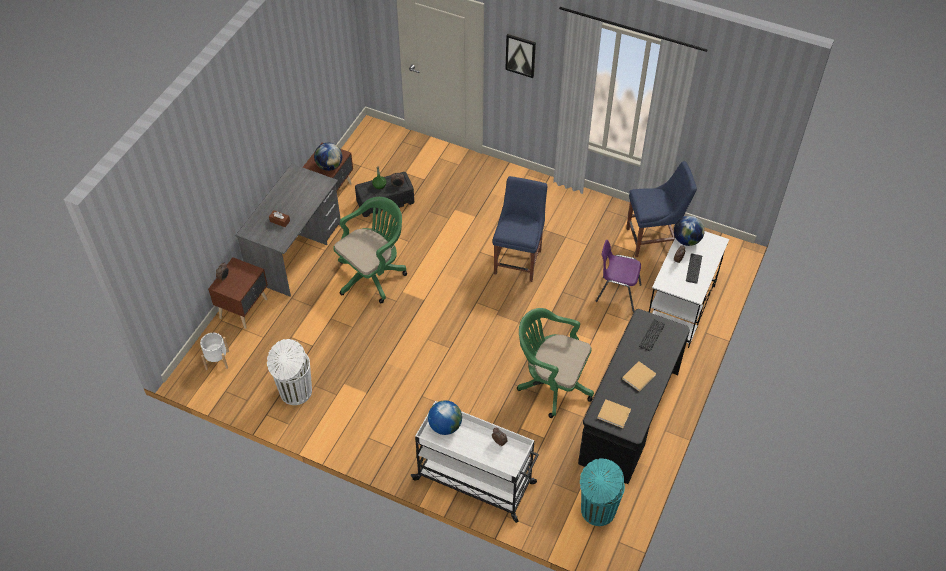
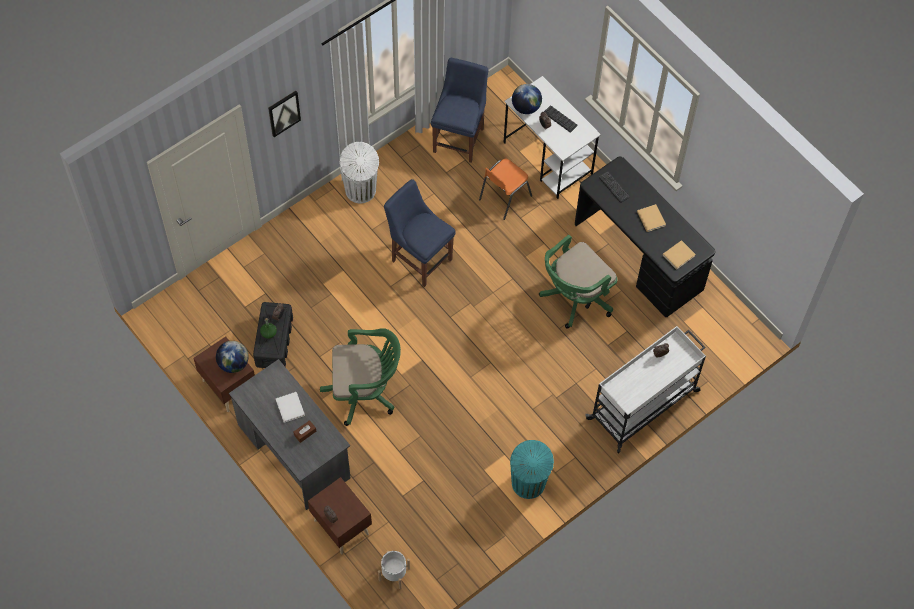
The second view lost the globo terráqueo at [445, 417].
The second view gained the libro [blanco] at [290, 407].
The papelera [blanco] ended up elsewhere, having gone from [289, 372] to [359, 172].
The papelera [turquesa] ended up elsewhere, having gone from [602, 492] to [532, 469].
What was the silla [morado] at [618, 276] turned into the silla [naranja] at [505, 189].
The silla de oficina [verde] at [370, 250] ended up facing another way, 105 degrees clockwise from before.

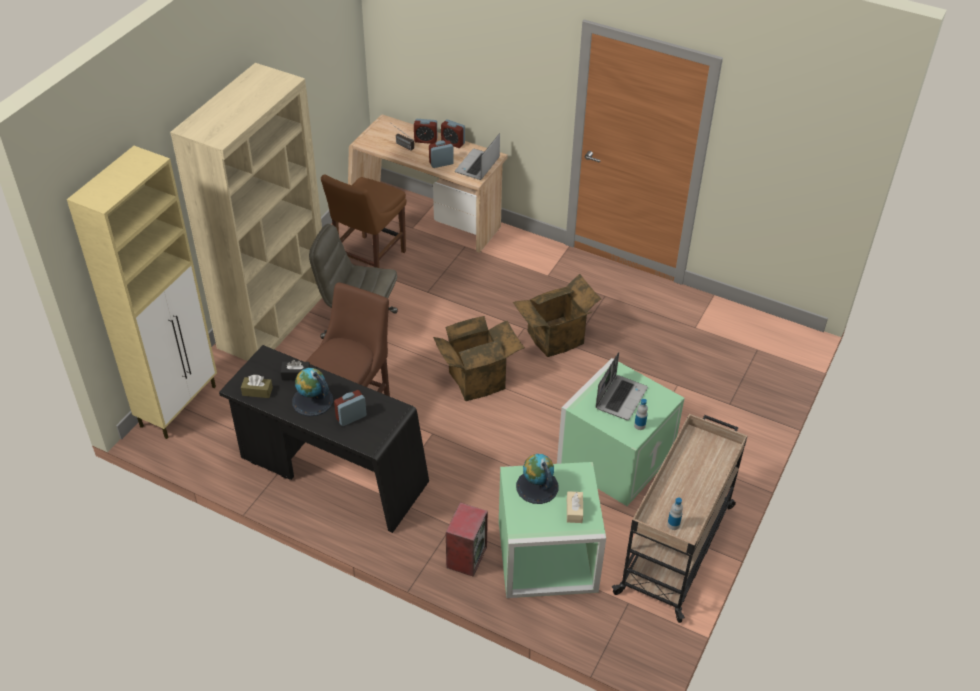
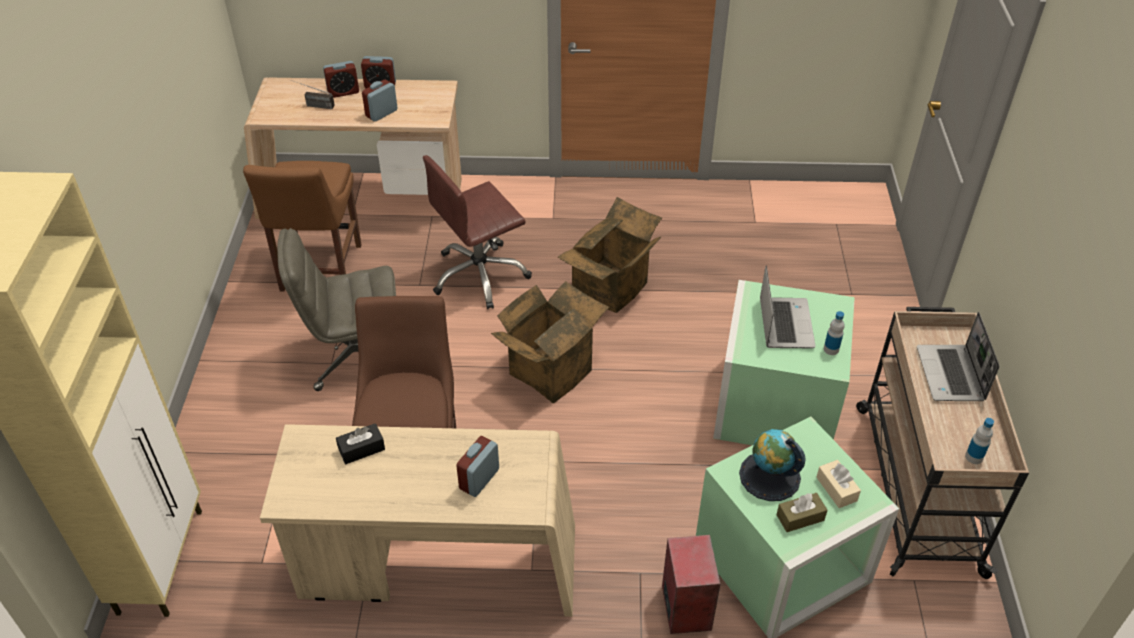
The second view lost the estantería [beis] at [246, 212].
The second view lost the globo terráqueo at [312, 392].
The second view gained the silla de oficina [marrón] at [477, 232].
The caja de pañuelos [marrón] ended up elsewhere, having gone from [257, 386] to [802, 512].
The portátil ended up elsewhere, having gone from [477, 156] to [958, 356].
What was the escritorio [negro] at [324, 439] turned into the escritorio [beis] at [417, 520].

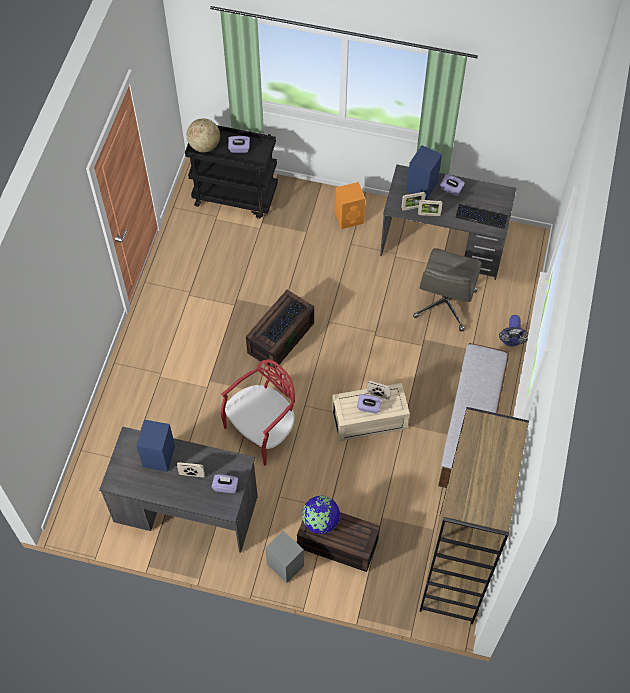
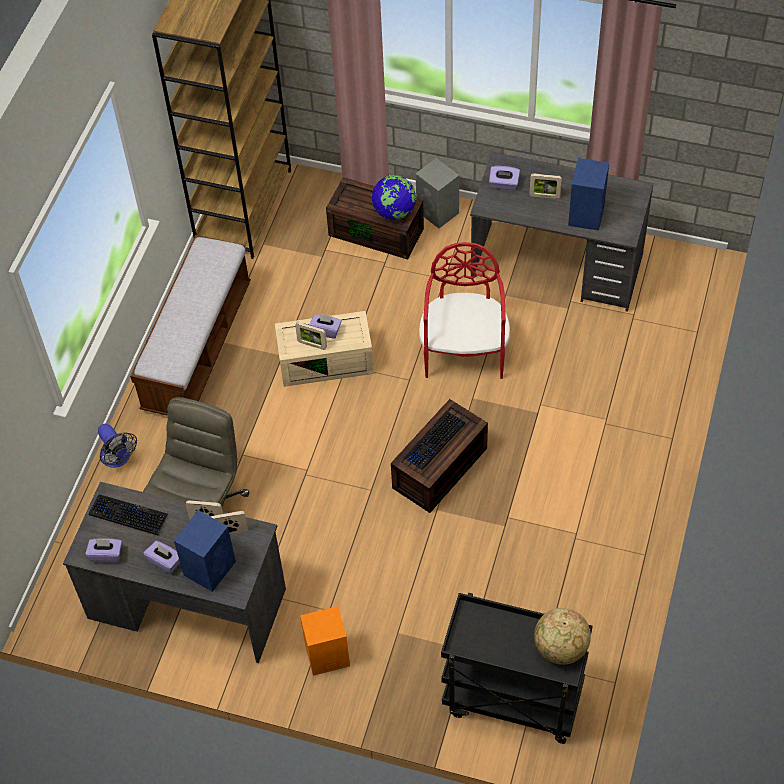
The caja de pañuelos [morado] ended up elsewhere, having gone from [239, 144] to [103, 550].
The silla [rojo] at [258, 412] ended up facing another way, 135 degrees clockwise from before.
The ventilador at [513, 331] ended up facing another way, 135 degrees clockwise from before.

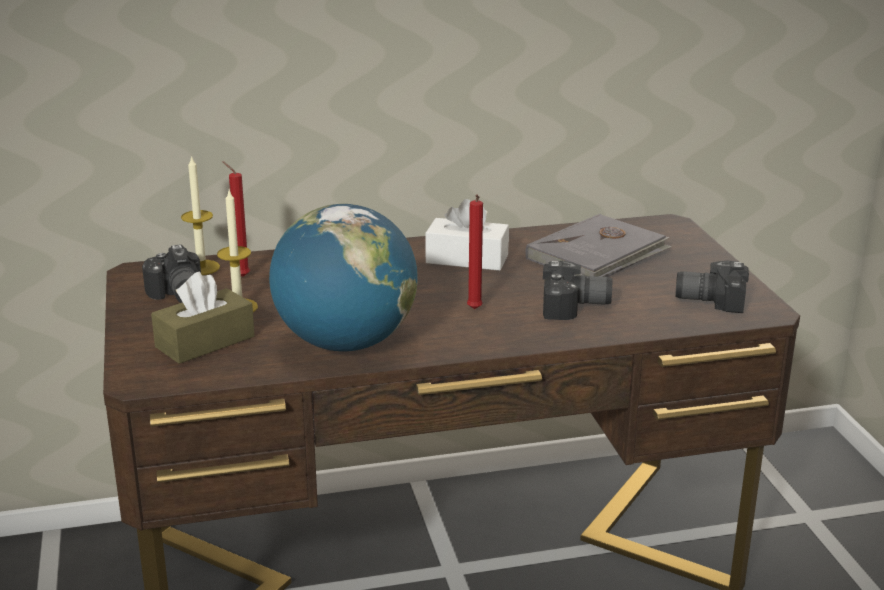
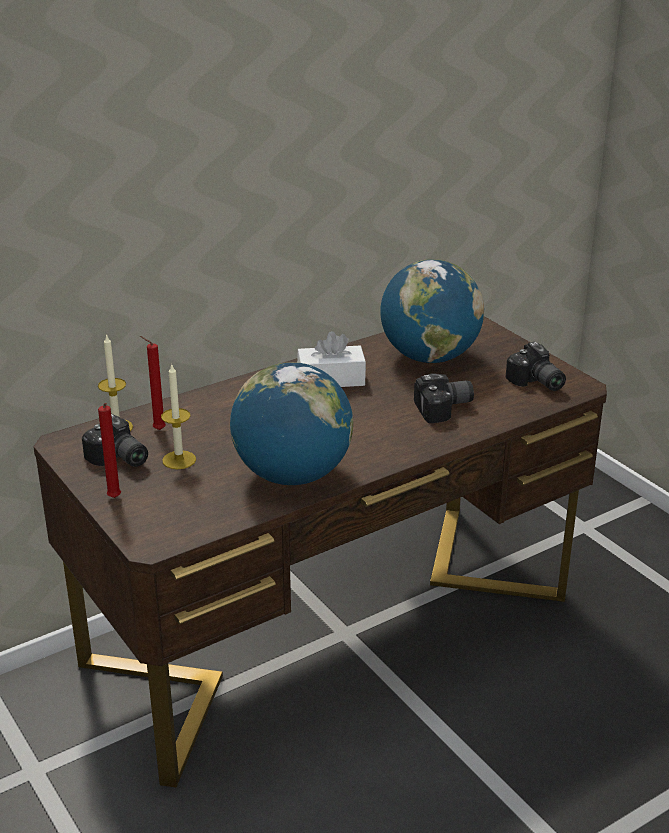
The second view lost the caja de pañuelos [marrón] at [203, 317].
The vela [rojo] ended up elsewhere, having gone from [475, 251] to [109, 450].
Where the libro [gris] stood at [598, 245], the globo terráqueo came to stand at [432, 311].
The cámara at [712, 286] ended up facing another way, 105 degrees counterclockwise from before.

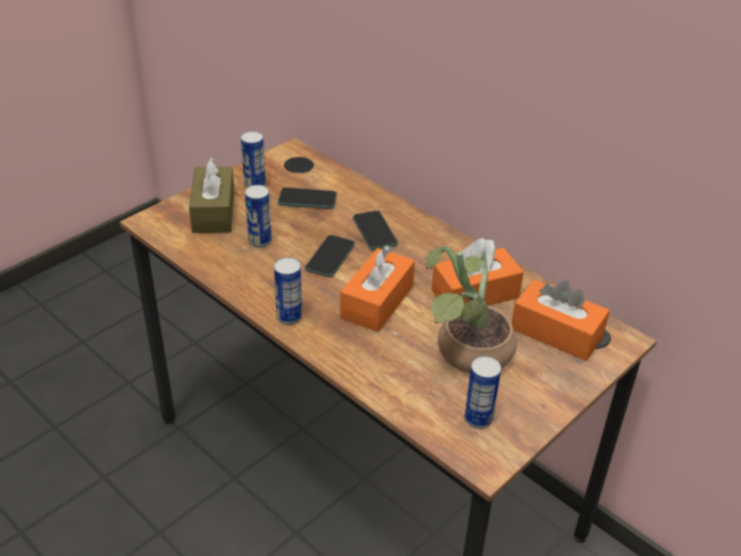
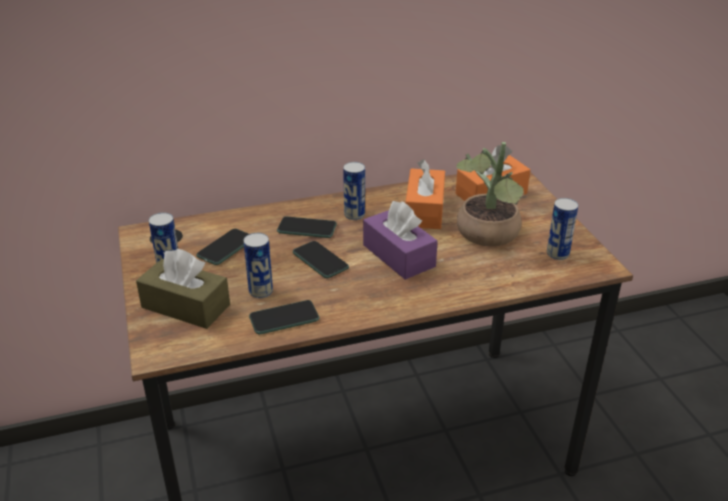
The second view gained the móvil at [284, 317].
The lata ended up elsewhere, having gone from [288, 291] to [354, 191].
What was the caja de pañuelos [naranja] at [377, 288] turned into the caja de pañuelos [morado] at [400, 240].

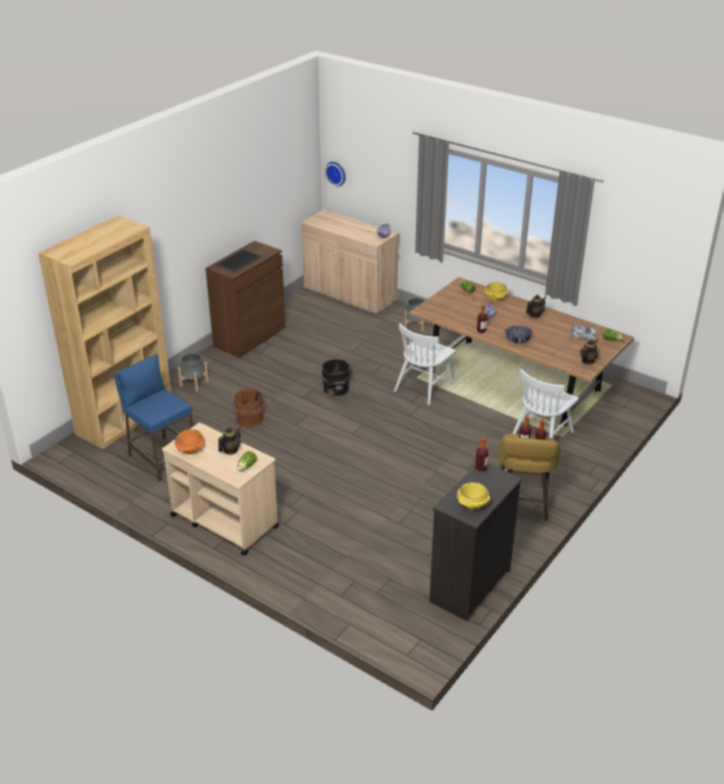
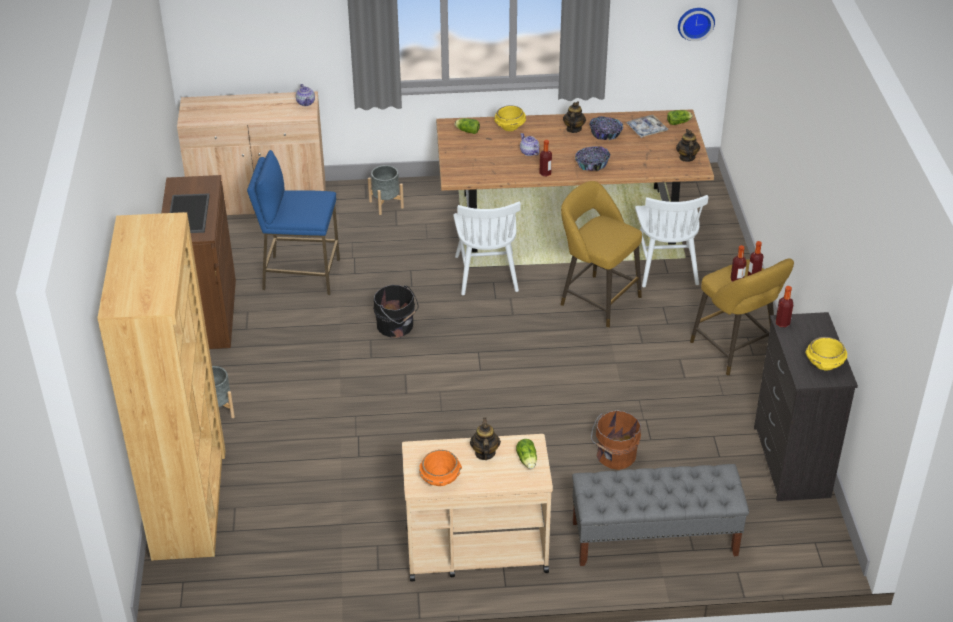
The second view gained the taburete [amarillo] at [601, 254].
The second view gained the banco [gris] at [660, 515].
The second view gained the cuenco at [606, 128].
The taburete [azul] ended up elsewhere, having gone from [153, 418] to [293, 222].
The cubo [marrón] ended up elsewhere, having gone from [249, 407] to [616, 440].
The reloj de pared ended up elsewhere, having gone from [335, 174] to [696, 24].

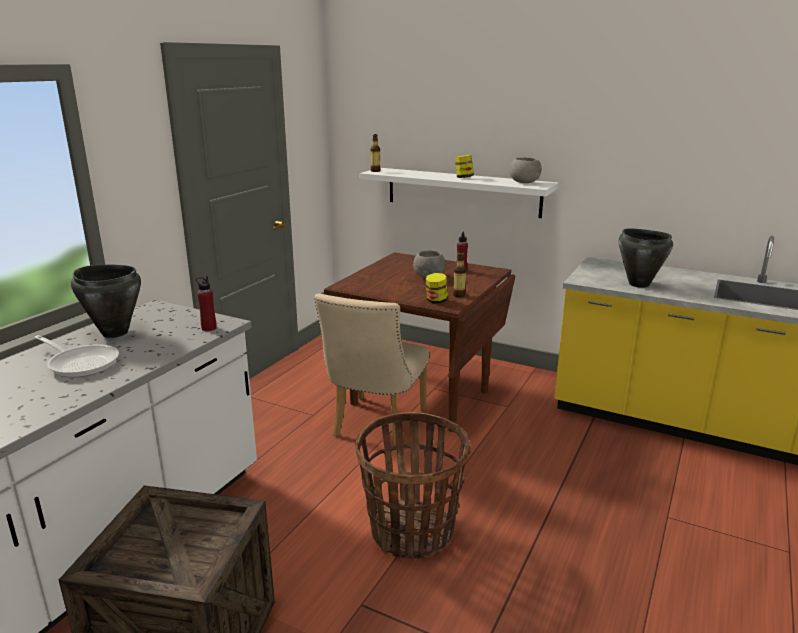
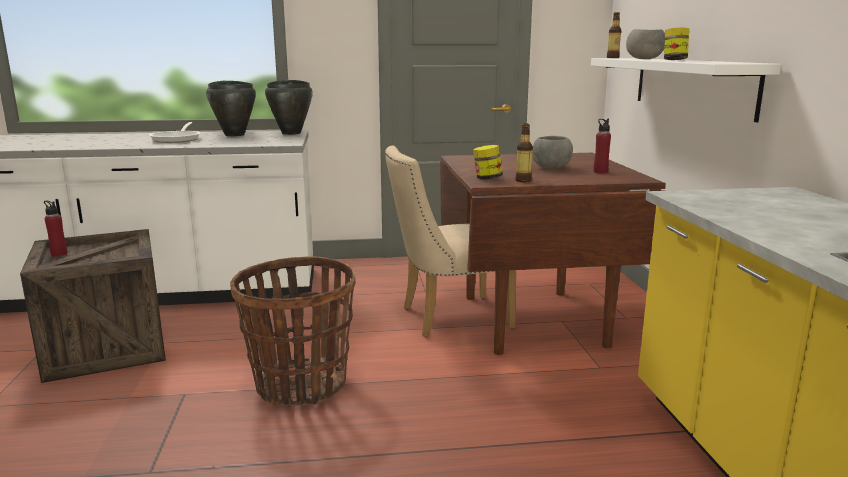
The botella [rojo] ended up elsewhere, having gone from [206, 303] to [56, 228].
The cuenco [gris] ended up elsewhere, having gone from [525, 170] to [645, 44].
The olla [negro] ended up elsewhere, having gone from [646, 258] to [289, 107].

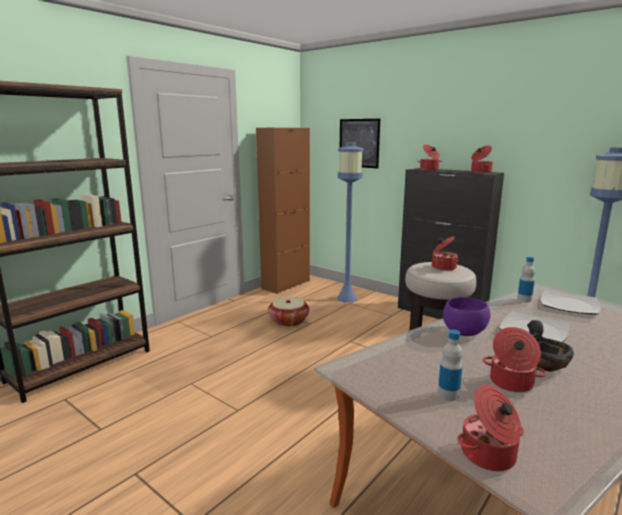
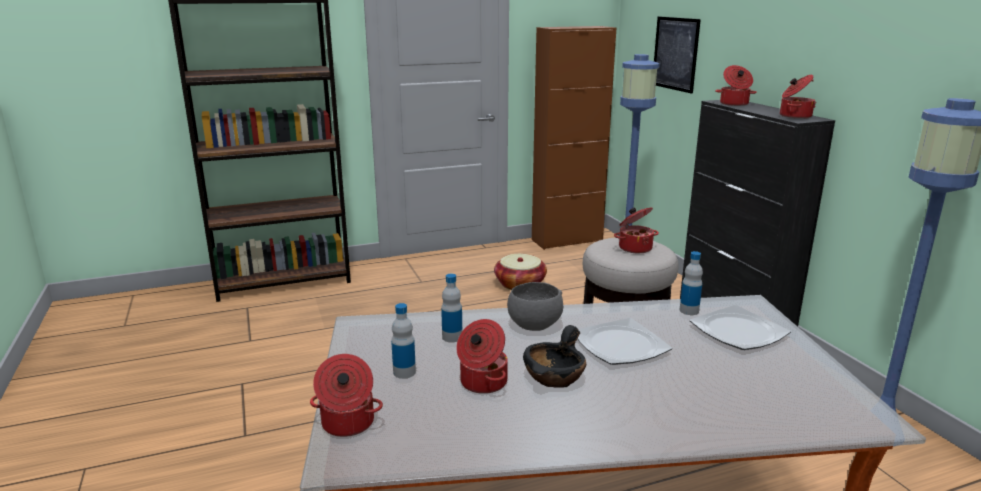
The second view gained the botella at [451, 307].
What was the cuenco [morado] at [466, 316] turned into the cuenco [gris] at [535, 306].

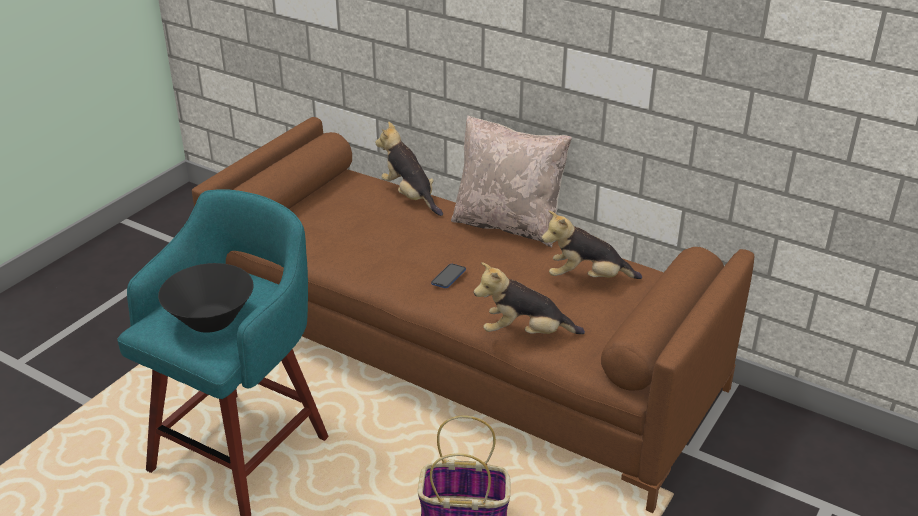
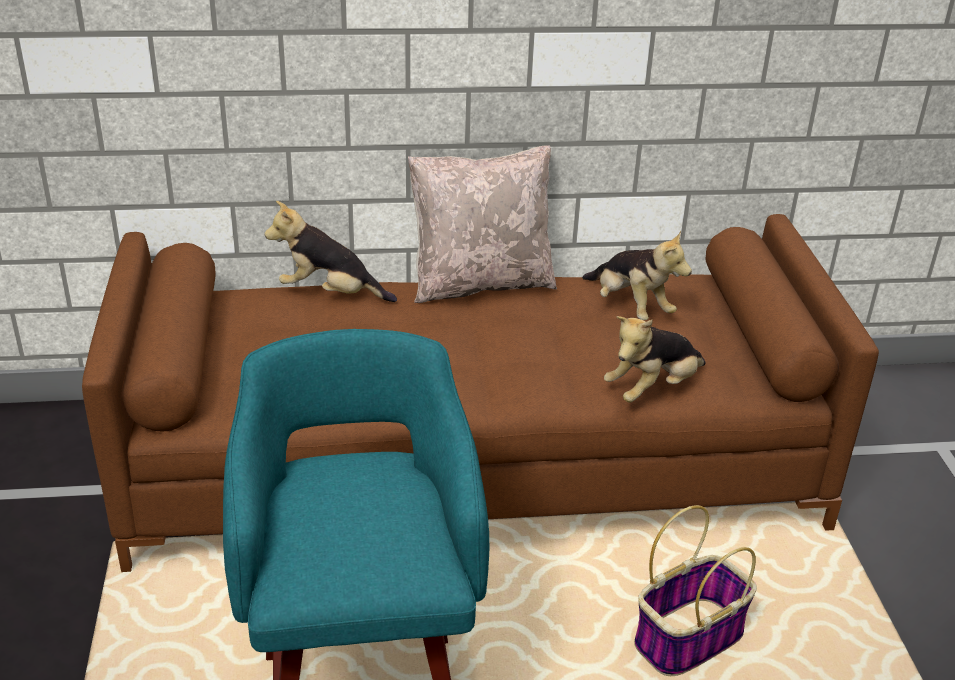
The second view lost the cuenco [negro] at [206, 298].
The second view lost the móvil at [448, 276].
The peluche at [591, 245] ended up facing another way, 90 degrees counterclockwise from before.

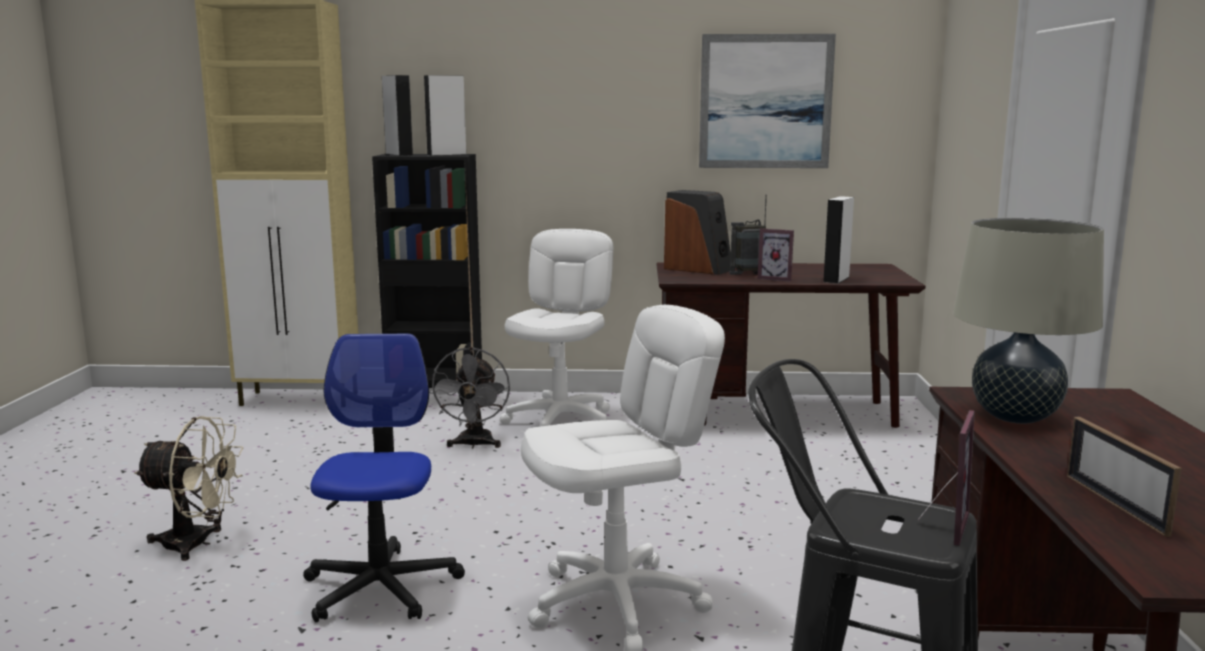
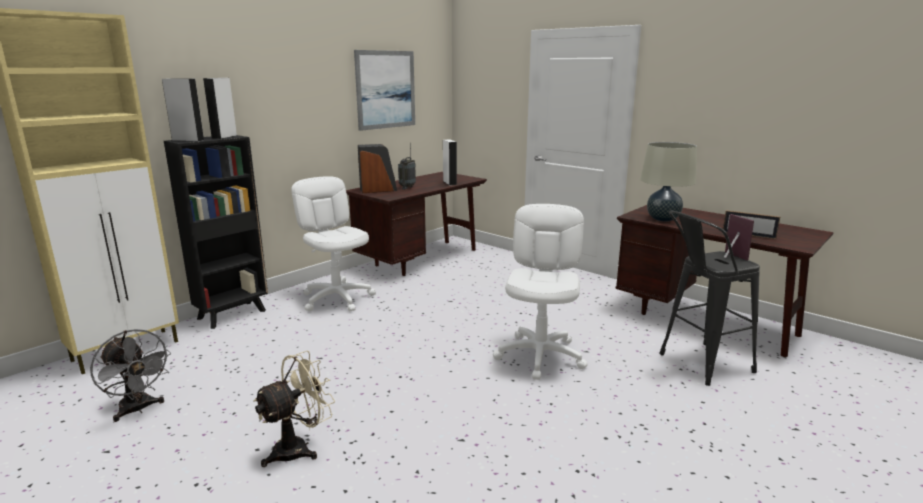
The second view lost the silla de oficina at [384, 478].
The second view lost the portarretratos at [775, 255].
The ventilador [gris] ended up elsewhere, having gone from [469, 398] to [130, 375].

